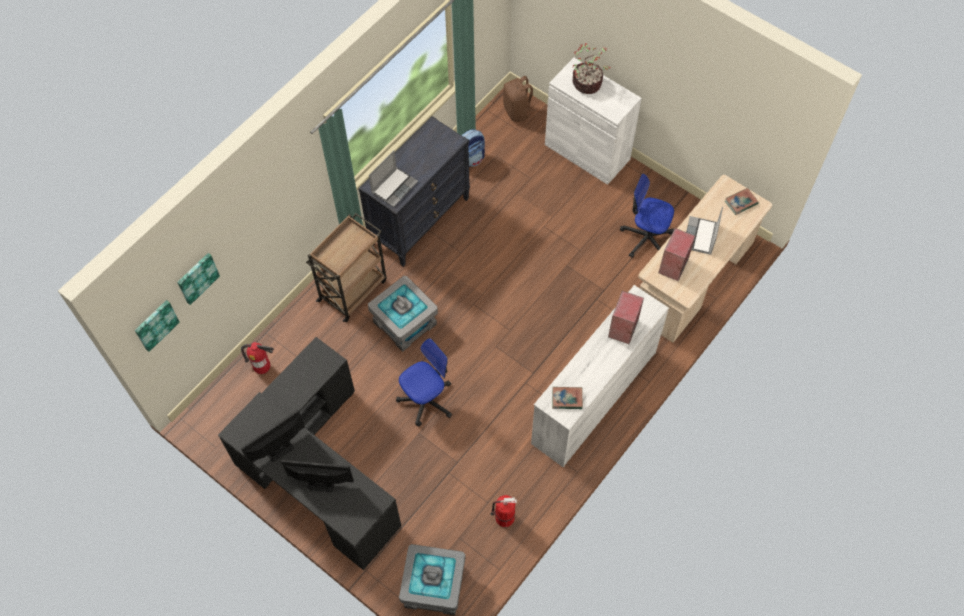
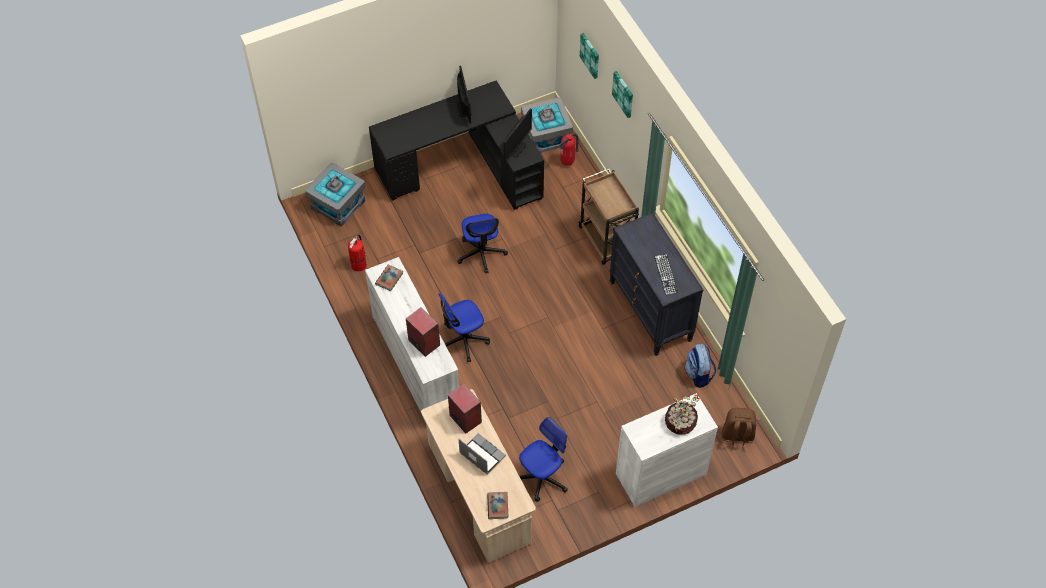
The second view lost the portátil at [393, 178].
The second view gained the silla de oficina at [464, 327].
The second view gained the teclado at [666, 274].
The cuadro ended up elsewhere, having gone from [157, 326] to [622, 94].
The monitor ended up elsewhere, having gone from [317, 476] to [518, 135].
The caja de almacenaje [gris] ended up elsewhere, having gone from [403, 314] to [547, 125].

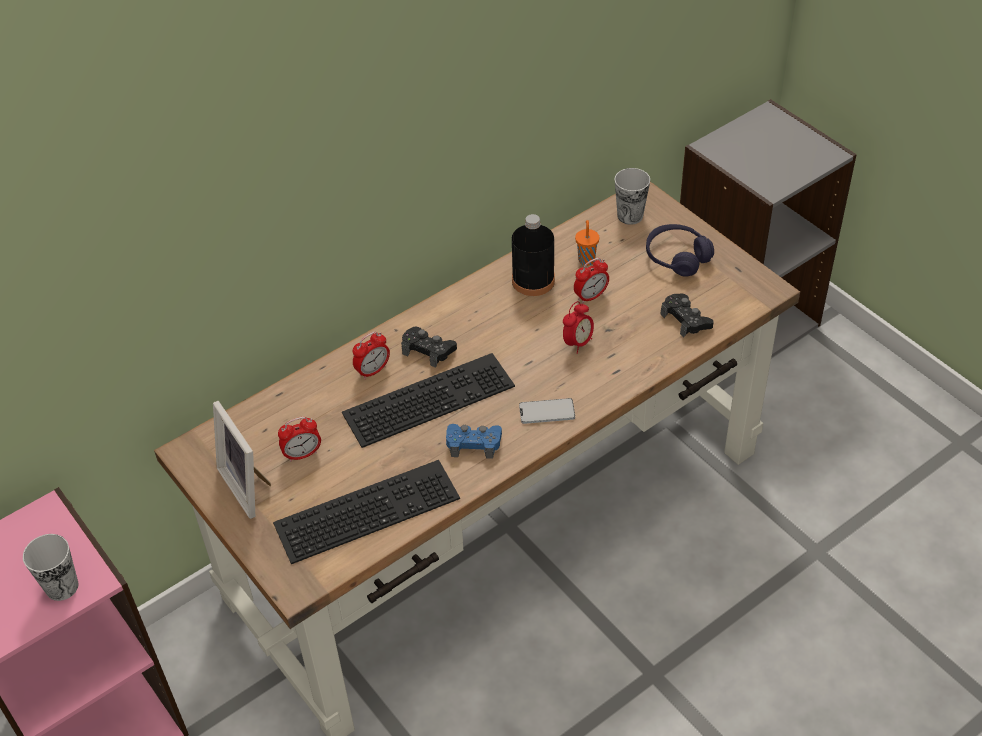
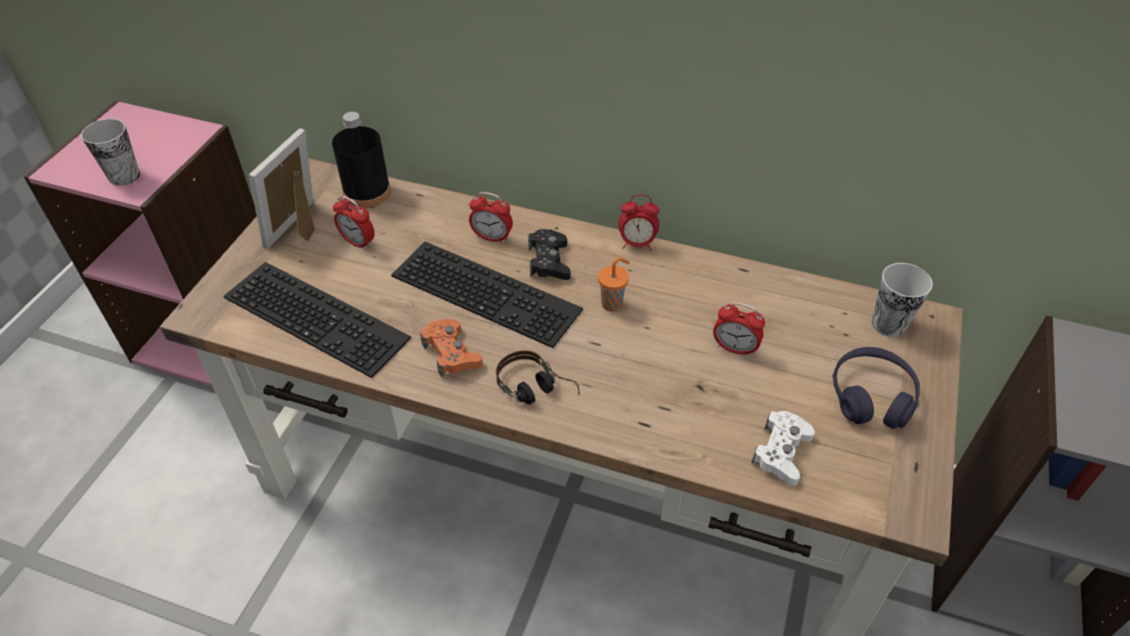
The botella [negro] ended up elsewhere, having gone from [533, 255] to [361, 160].
The despertador ended up elsewhere, having gone from [578, 327] to [638, 222].
The taza [naranja] ended up elsewhere, having gone from [587, 243] to [614, 284].
Where the móvil stood at [547, 411], the auriculares came to stand at [538, 377].
What was the mando de consola [azul] at [474, 441] turned into the mando de consola [naranja] at [451, 348].
What was the mando de consola [negro] at [687, 315] turned into the mando de consola [blanco] at [783, 448].

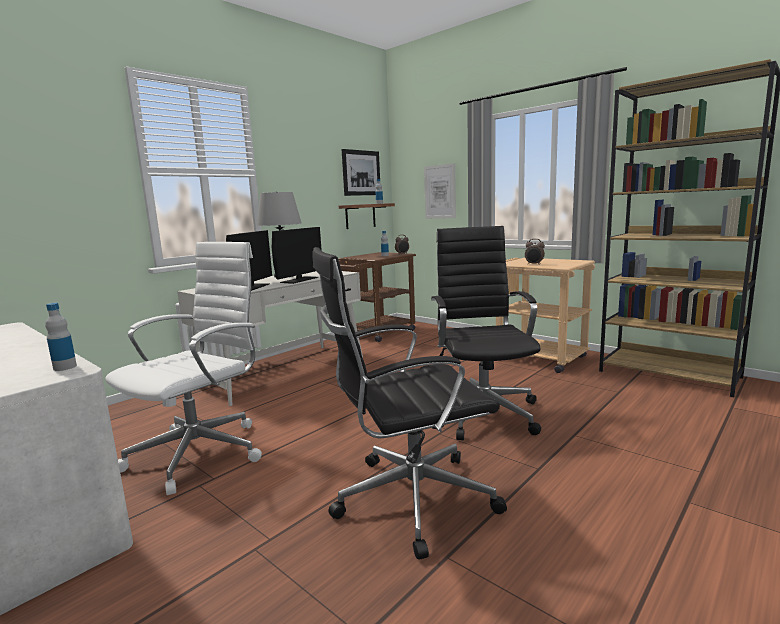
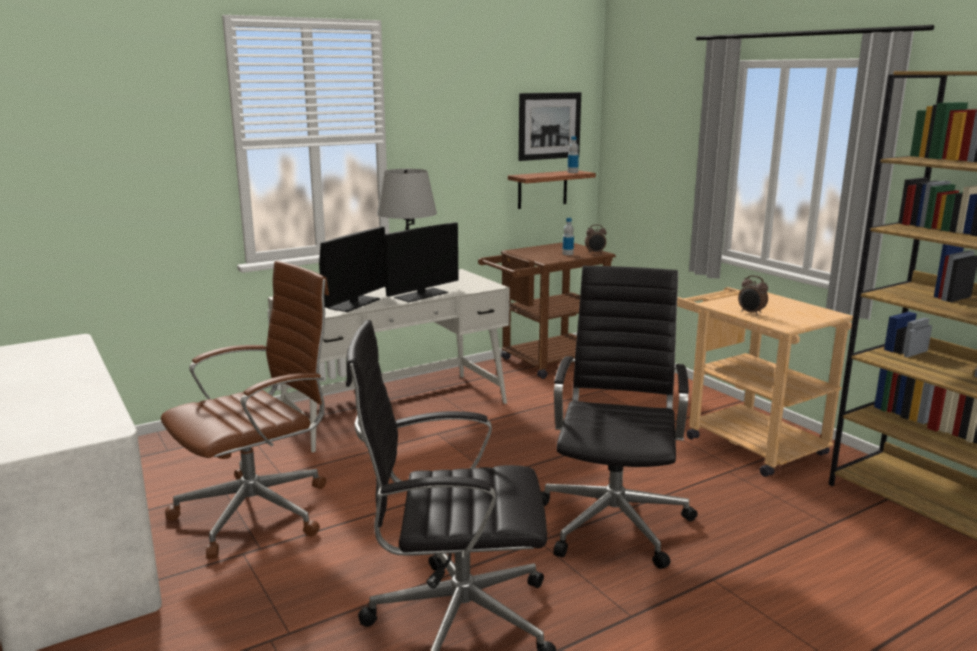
The second view lost the botella at [61, 337].
The second view lost the cuadro at [440, 191].
What was the silla de oficina [blanco] at [183, 368] turned into the silla de oficina [marrón] at [245, 410].

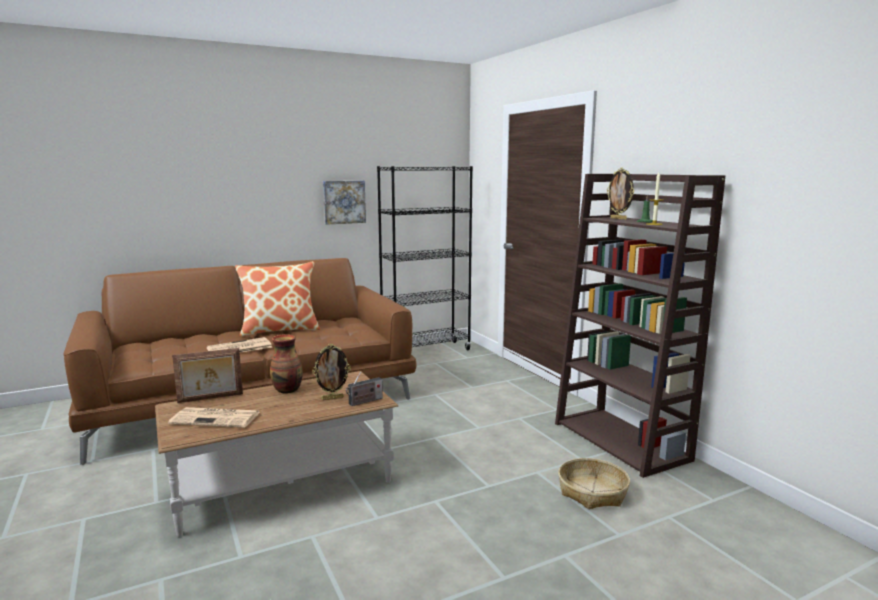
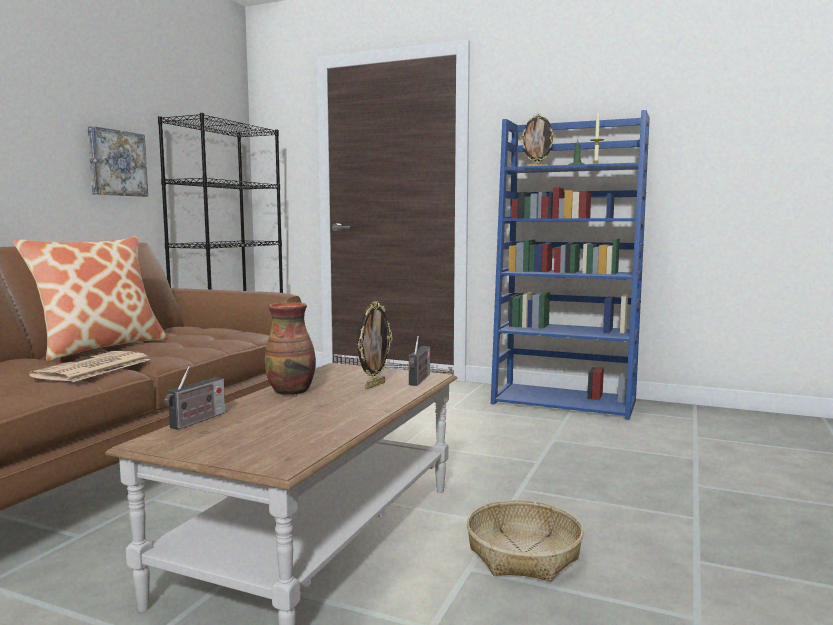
The second view lost the periódico at [214, 417].
The cesta ended up elsewhere, having gone from [594, 483] to [525, 540].
Where the portarretratos stood at [207, 375], the radio came to stand at [195, 398].
What was the estantería [marrón] at [640, 326] turned into the estantería [azul] at [570, 265].

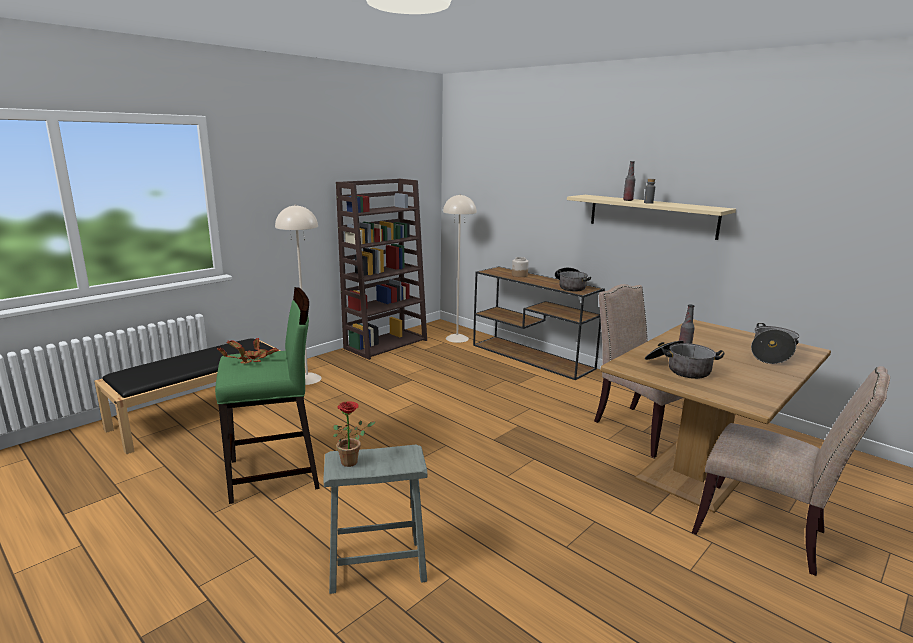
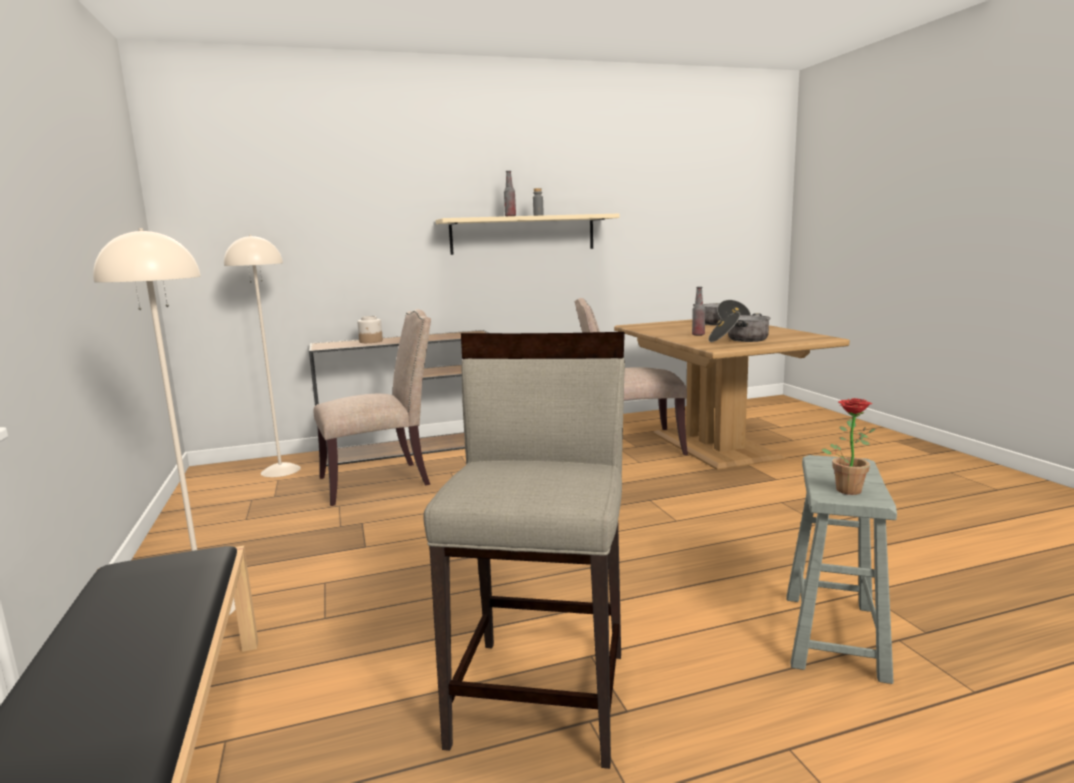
The second view lost the planta en maceta at [248, 350].
The second view lost the estantería [marrón] at [381, 269].
The second view lost the olla at [573, 279].
The silla [beis] ended up elsewhere, having gone from [791, 471] to [372, 407].
What was the taburete [verde] at [267, 395] turned into the taburete [beis] at [524, 550].

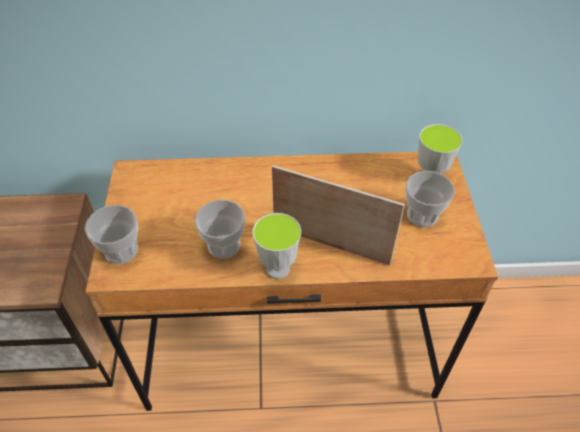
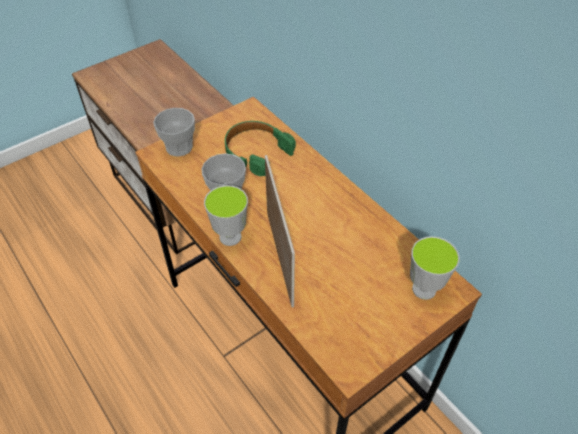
The second view lost the taza at [430, 199].
The second view gained the auriculares [verde] at [260, 148].

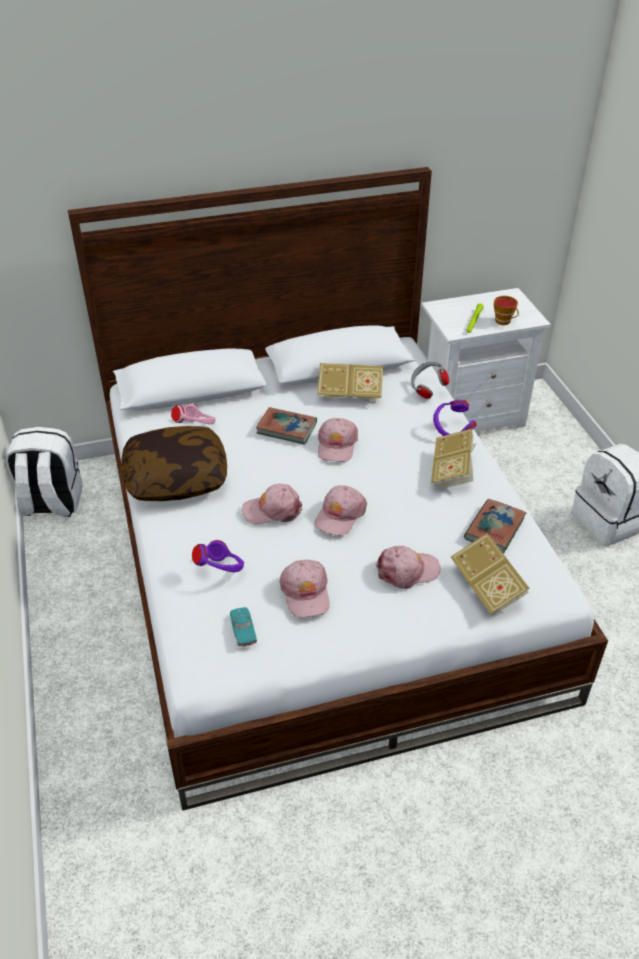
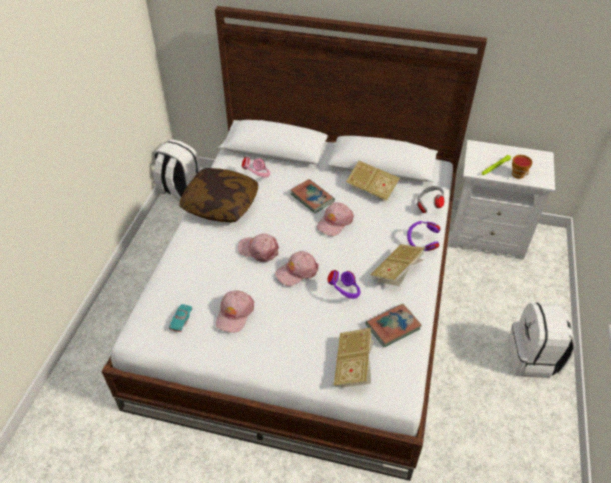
The second view lost the gorra [rosa] at [408, 567].
The auriculares [morado] ended up elsewhere, having gone from [218, 556] to [344, 284].

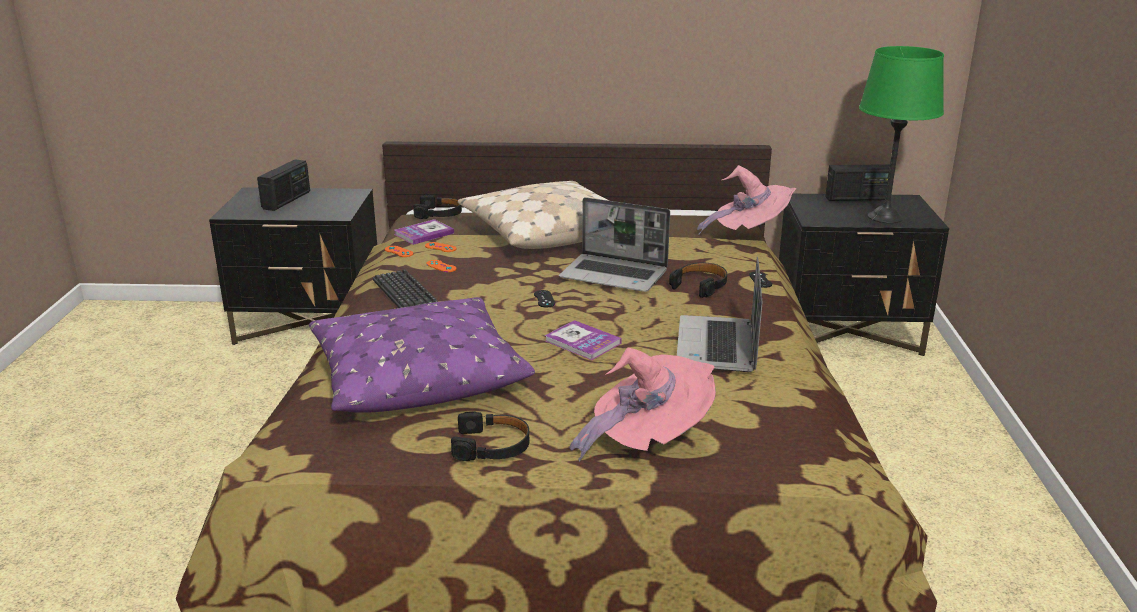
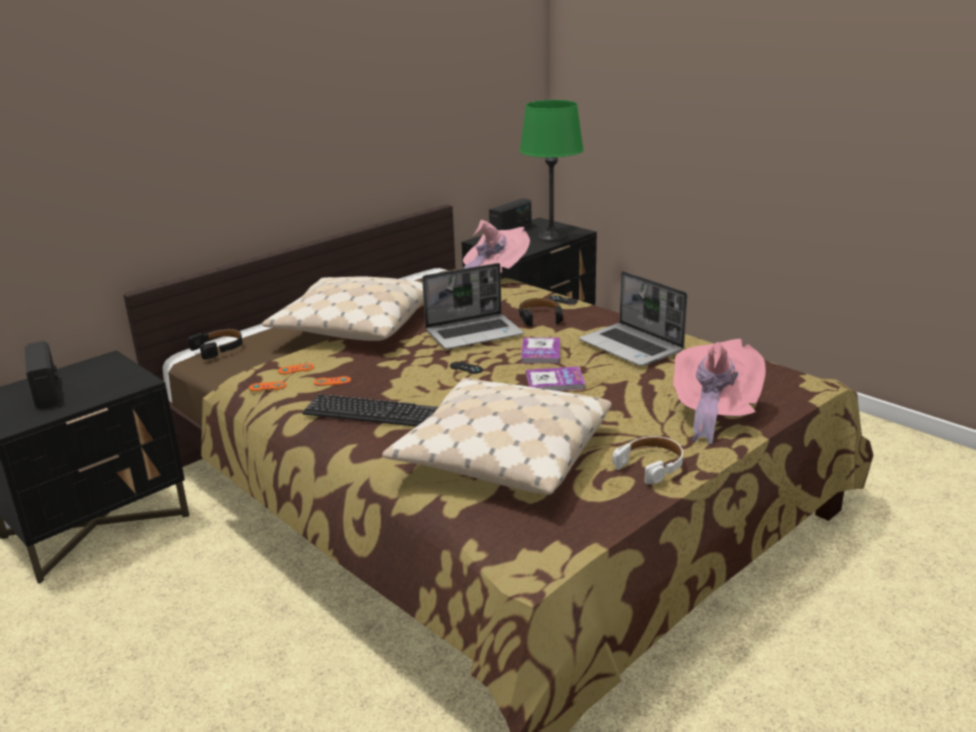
The libro ended up elsewhere, having gone from [424, 232] to [540, 350].
What was the cojín [morado] at [422, 355] turned into the cojín [beis] at [497, 436].
What was the auriculares [negro] at [490, 436] turned into the auriculares [blanco] at [647, 460].

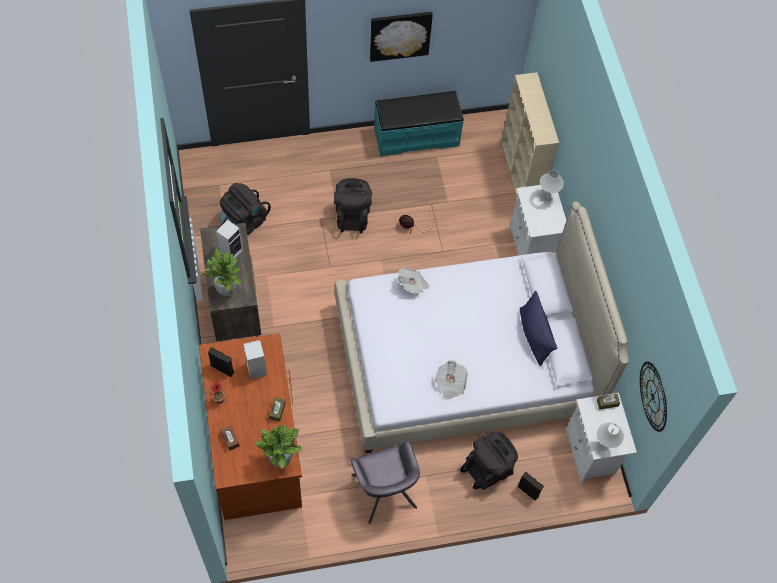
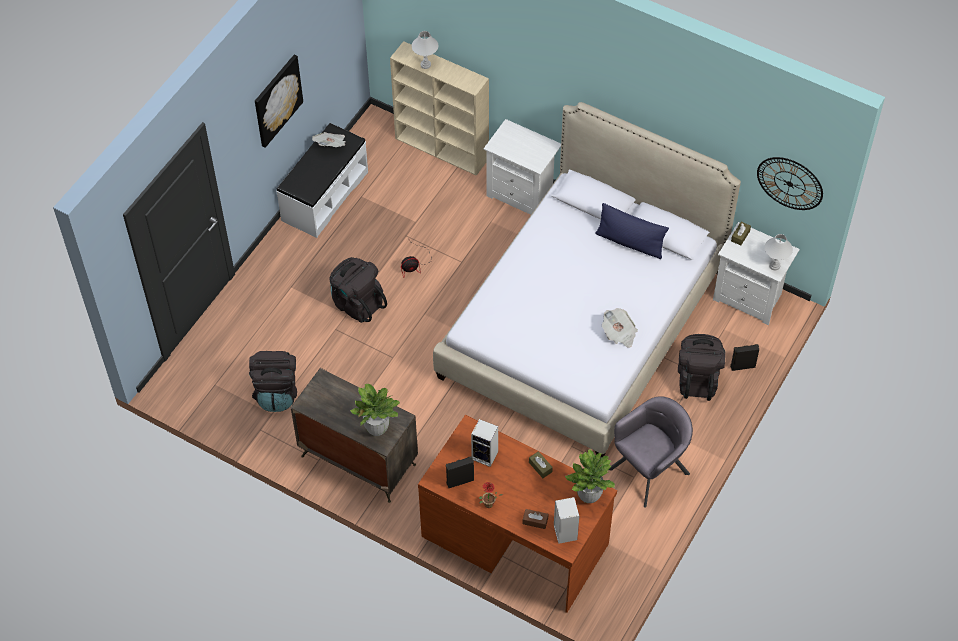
The altavoz ended up elsewhere, having gone from [229, 239] to [566, 520].
The periódico ended up elsewhere, having gone from [413, 281] to [329, 139].
The lámpara de mesa [blanco] ended up elsewhere, having gone from [552, 185] to [425, 50].
What was the banco [turquesa] at [419, 124] turned into the banco [blanco] at [322, 180].
The sillón [gris] at [385, 482] ended up facing another way, 60 degrees counterclockwise from before.

